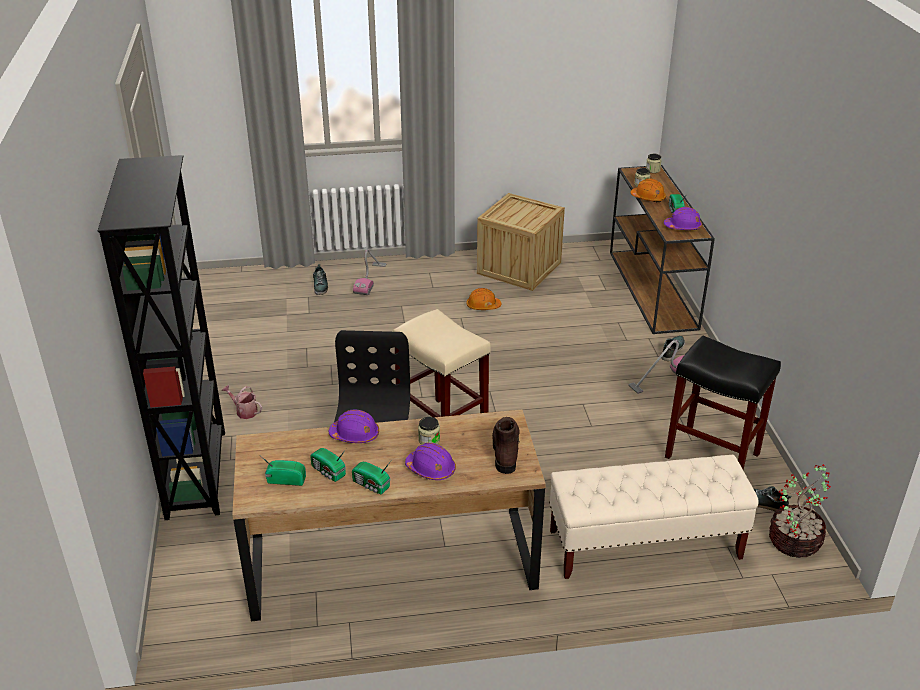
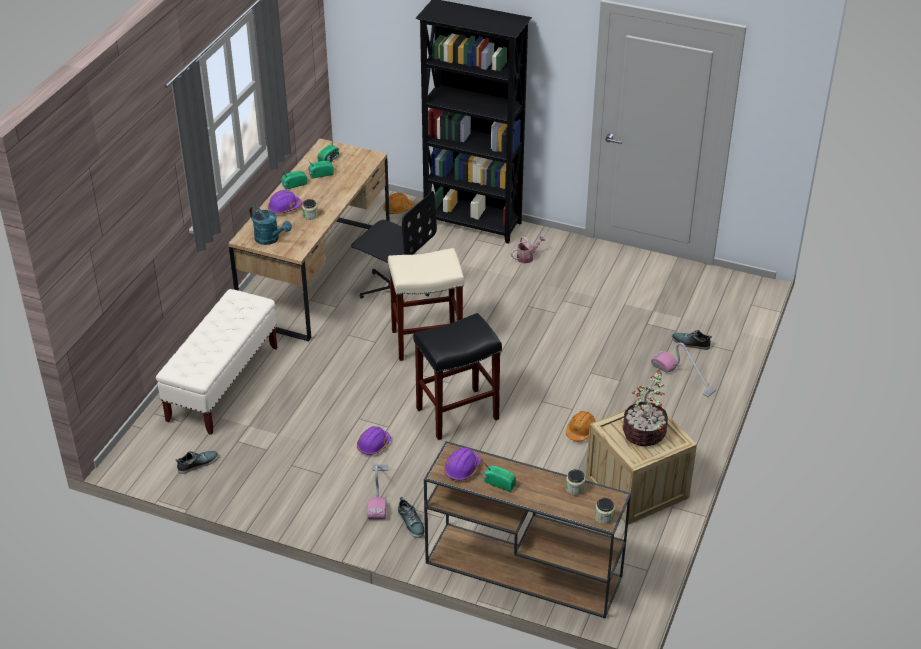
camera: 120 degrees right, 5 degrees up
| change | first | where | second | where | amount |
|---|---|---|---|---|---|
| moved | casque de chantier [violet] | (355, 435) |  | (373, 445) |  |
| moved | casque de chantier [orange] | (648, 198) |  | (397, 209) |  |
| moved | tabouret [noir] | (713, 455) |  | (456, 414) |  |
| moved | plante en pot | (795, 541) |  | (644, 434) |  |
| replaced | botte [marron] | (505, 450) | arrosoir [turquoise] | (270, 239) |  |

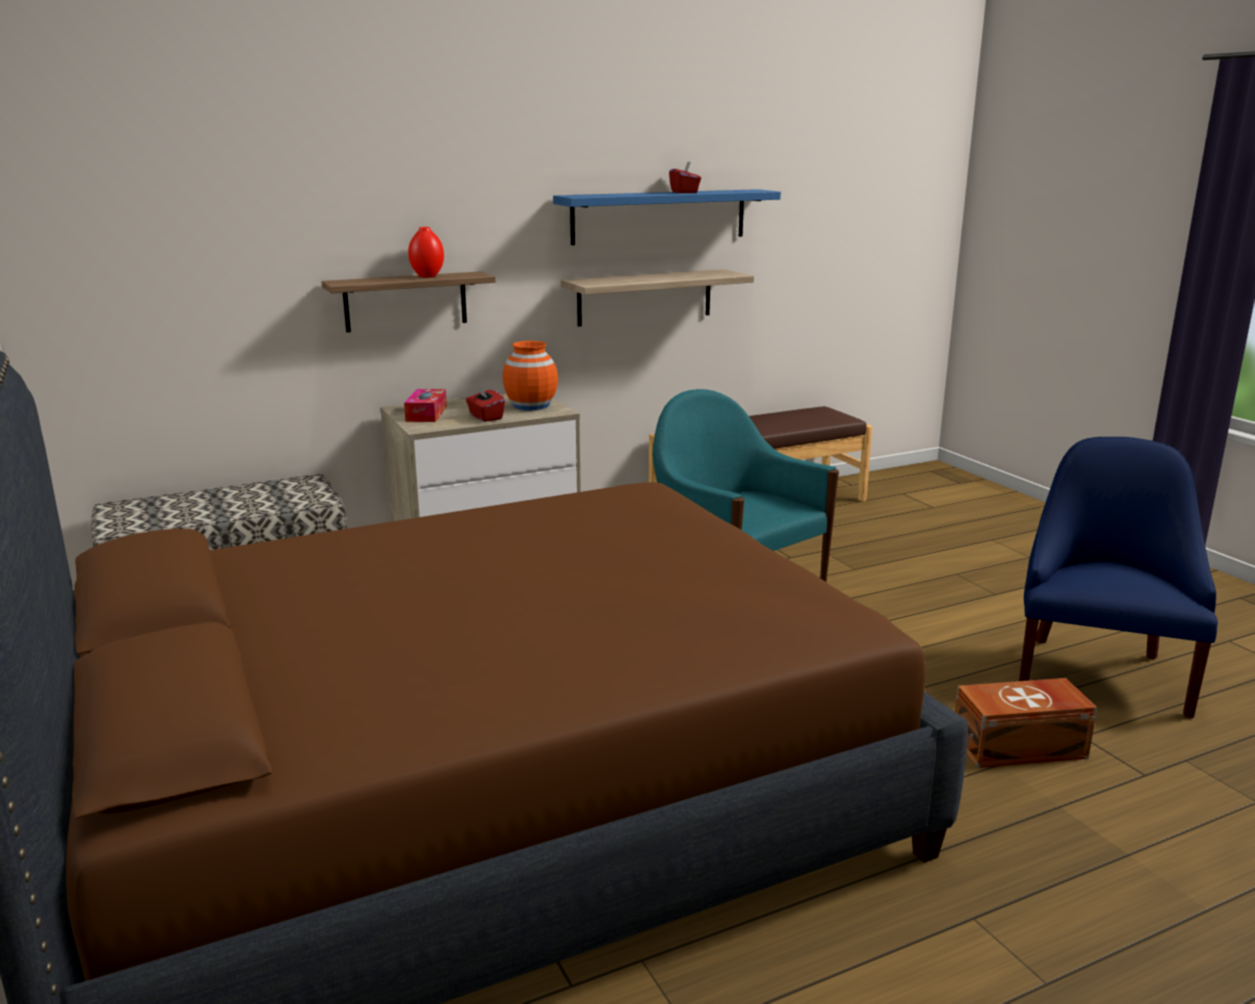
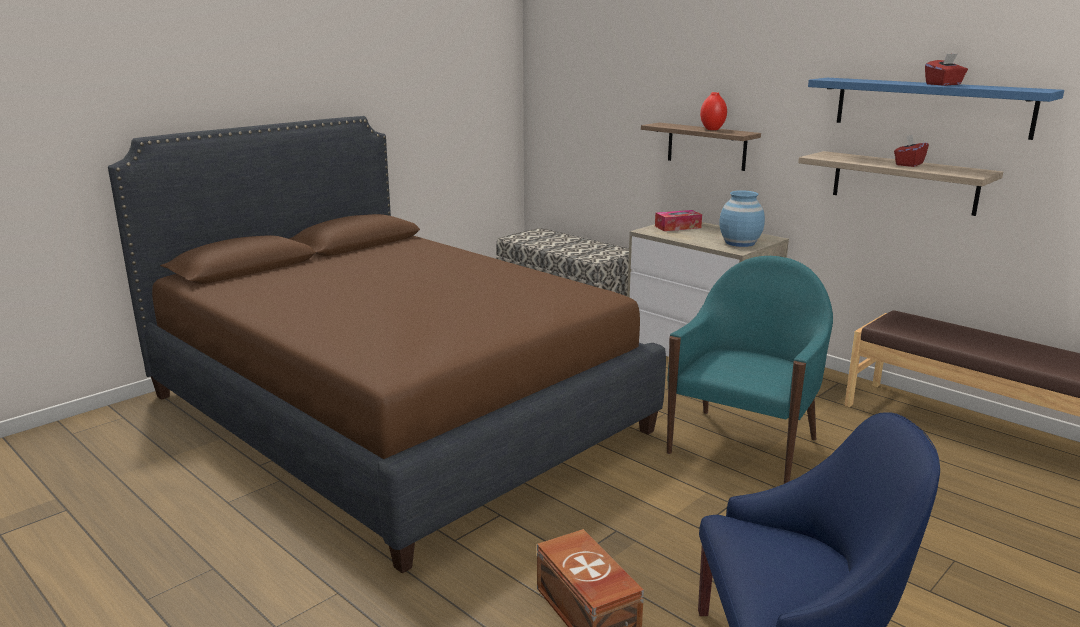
camera: 70 degrees right, 0 degrees up
| change | first | where | second | where | amount |
|---|---|---|---|---|---|
| moved | boîte à mouchoirs [rouge] | (485, 417) |  | (908, 164) |  |
| recoloured | vase [orange] | (531, 405) | vase [bleu] | (740, 243) |  |

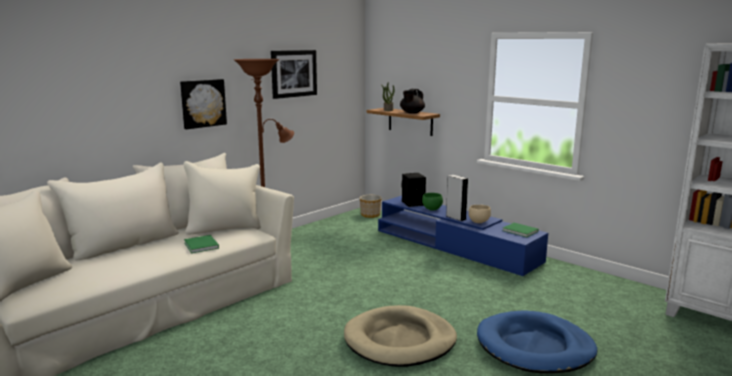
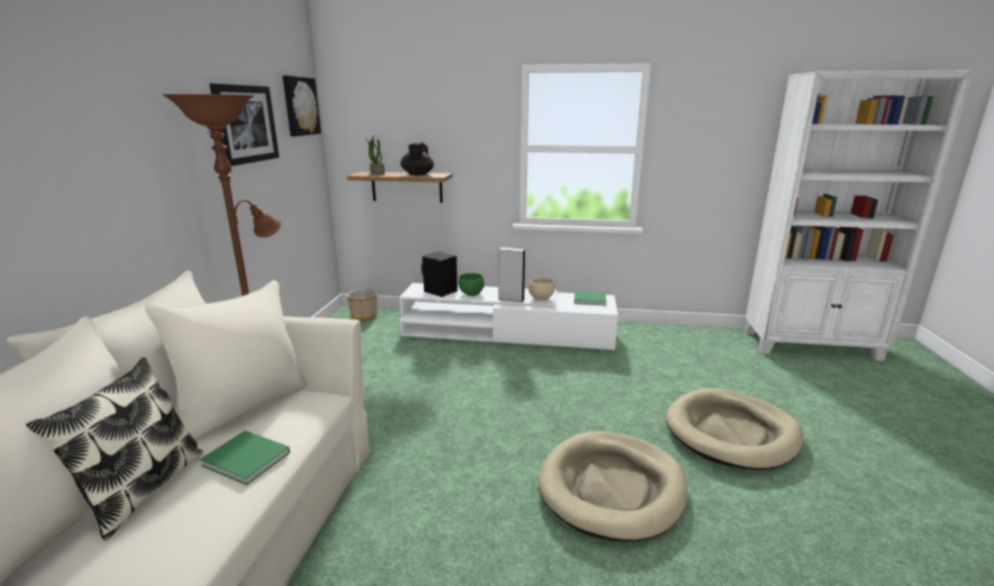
camera: 35 degrees left, 5 degrees up
| change | first | where | second | where | amount |
|---|---|---|---|---|---|
| added |  |  | coussin | (141, 490) |  |
| moved | tableau | (203, 103) |  | (300, 106) |  |
| recoloured | meuble télé [bleu] | (454, 246) | meuble télé [blanc] | (507, 333) |  |
| recoloured | panier pour chien [bleu] | (535, 347) | panier pour chien [beige] | (731, 433) |  |

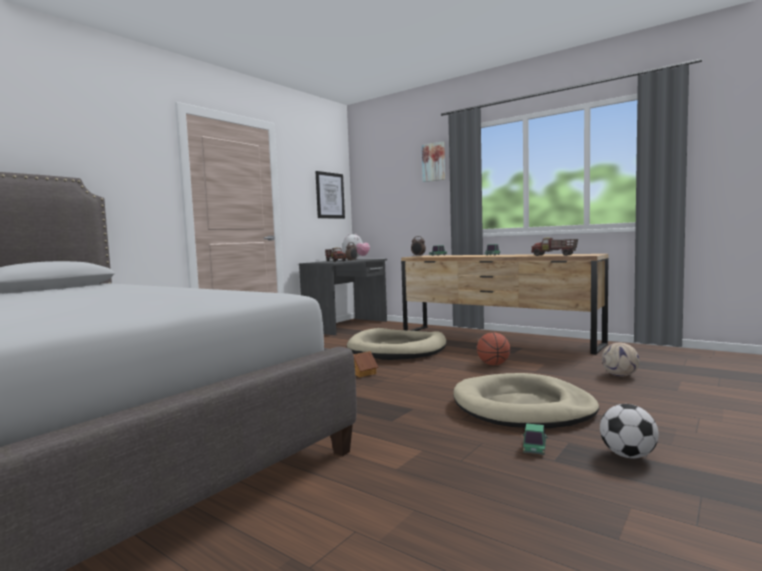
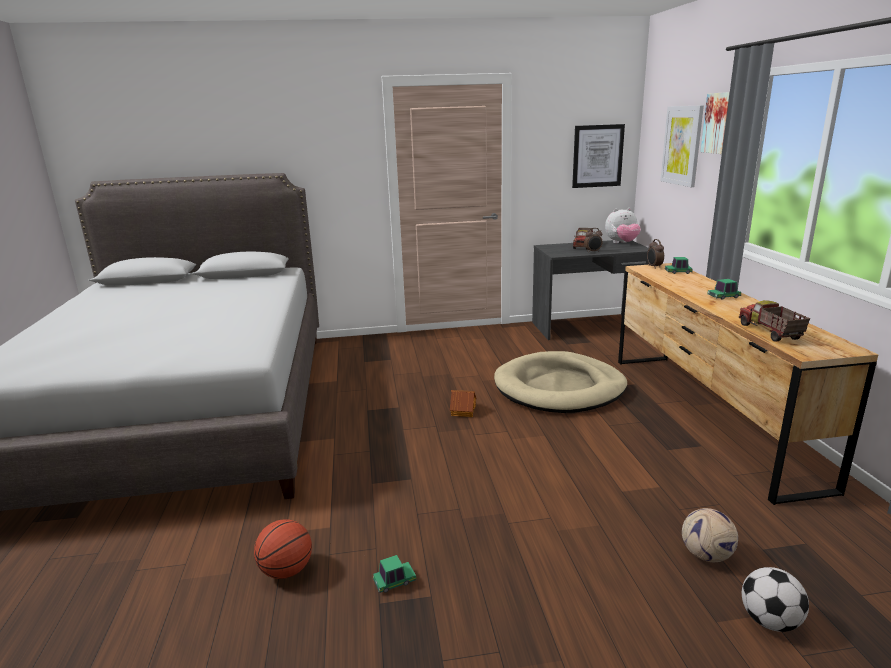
camera: 45 degrees right, 15 degrees up
| change | first | where | second | where | amount |
|---|---|---|---|---|---|
| removed | panier pour chien [beige] | (523, 407) |  |  |  |
| added |  |  | tableau | (682, 145) |  |
| moved | ballon de basket | (493, 364) |  | (286, 571) |  |
| moved | ballon de foot | (628, 455) |  | (769, 621) |  |

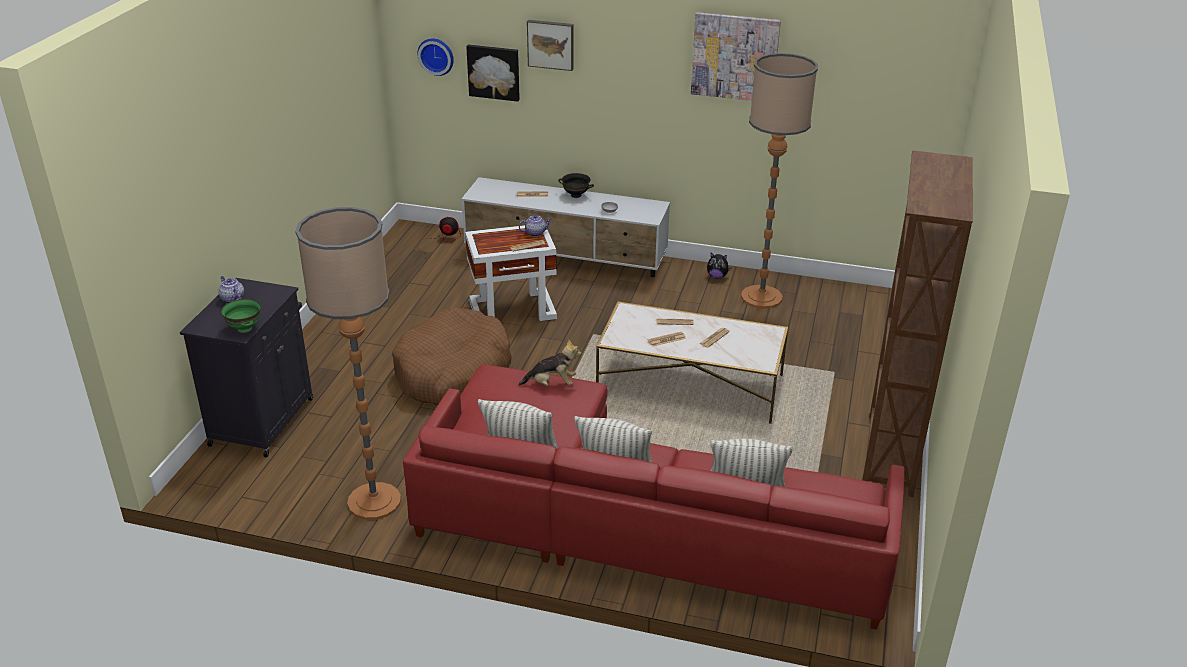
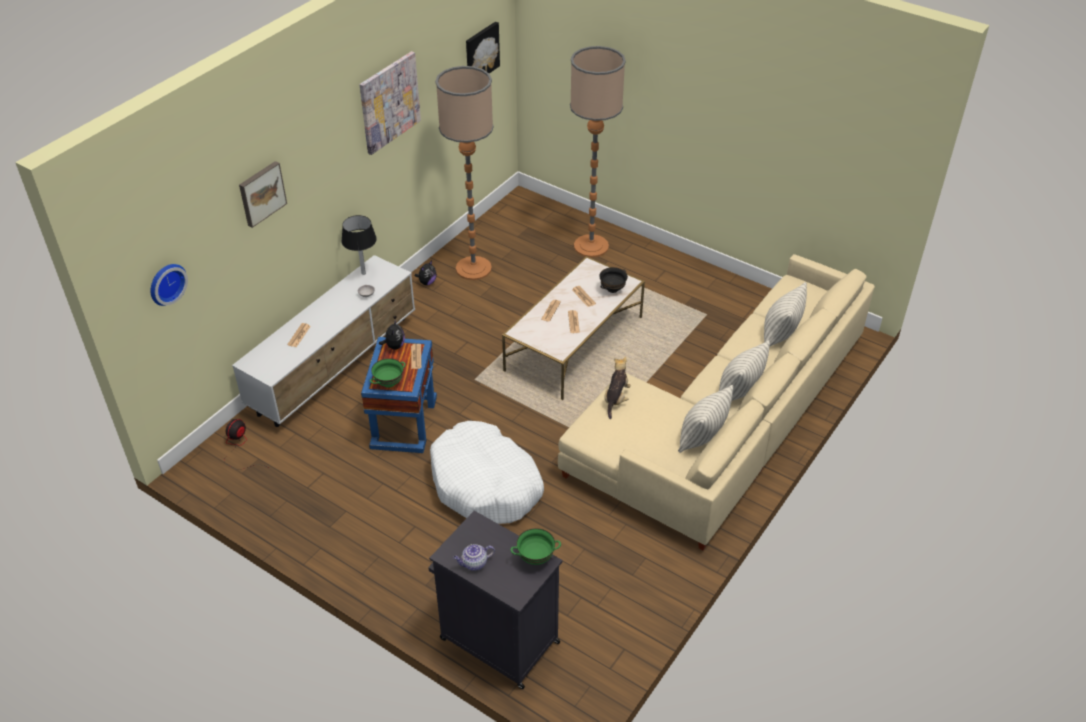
camera: 70 degrees left, 10 degrees up
| change | first | where | second | where | amount |
|---|---|---|---|---|---|
| removed | bibliothèque [marron] | (888, 455) |  |  |  |
| added |  |  | lampe de table [noir] | (363, 273) |  |
| added |  |  | bol [vert] | (389, 383) |  |
| moved | lampadaire | (374, 501) |  | (591, 246) |  |
| moved | tableau | (494, 72) |  | (481, 52) |  |
| moved | bol [noir] | (576, 195) |  | (612, 289) |  |
| replaced | théière | (535, 233) | peluche | (394, 346) |  |
| recoloured | panier pour chien [marron] | (453, 372) | panier pour chien [blanc] | (485, 484) |  |
| recoloured | canapé [rouge] | (627, 522) | canapé [beige] | (725, 424) |  |
| recoloured | table d'appoint [blanc] | (513, 309) | table d'appoint [bleu] | (404, 421) |  |

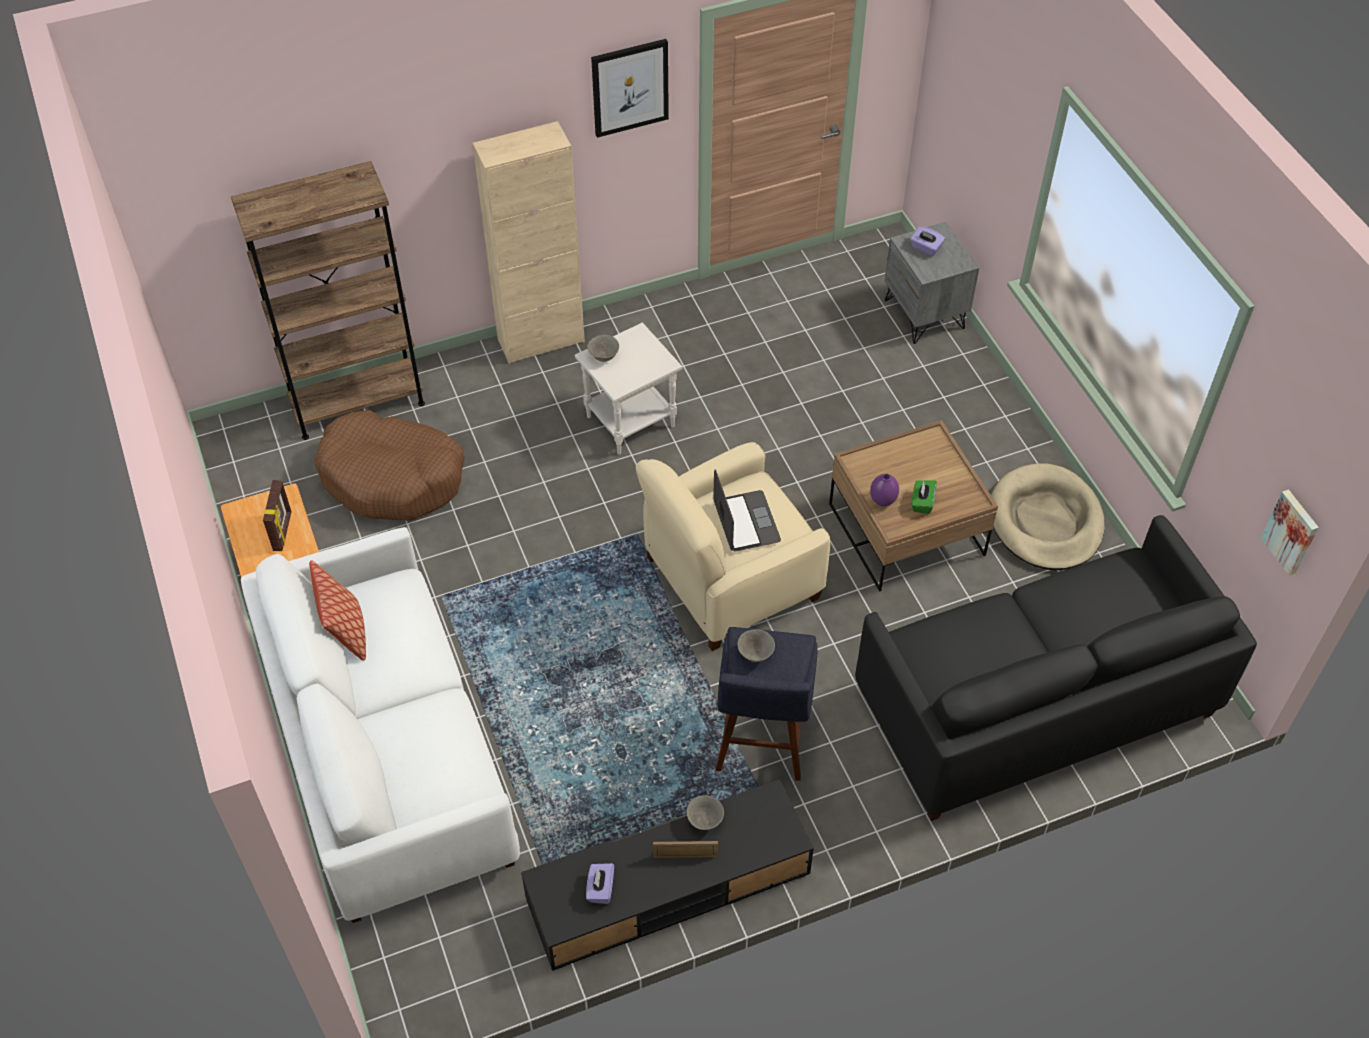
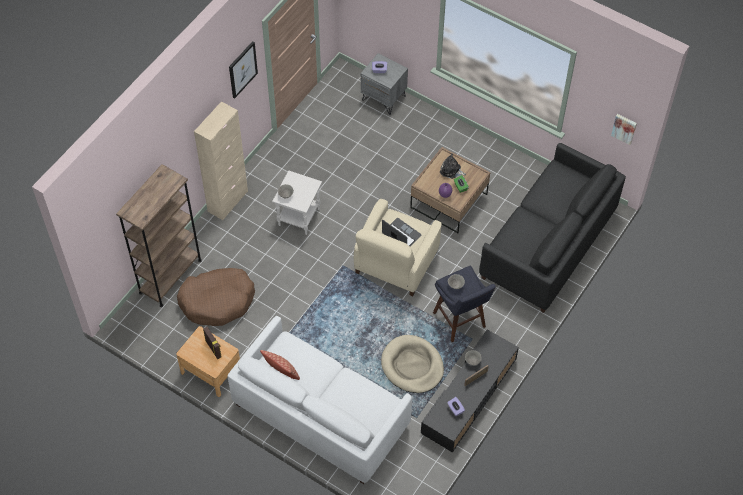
camera: 35 degrees left, 5 degrees up
| change | first | where | second | where | amount |
|---|---|---|---|---|---|
| added |  |  | peluche | (451, 170) |  |
| moved | panier pour chien [beige] | (1045, 521) |  | (412, 366) |  |

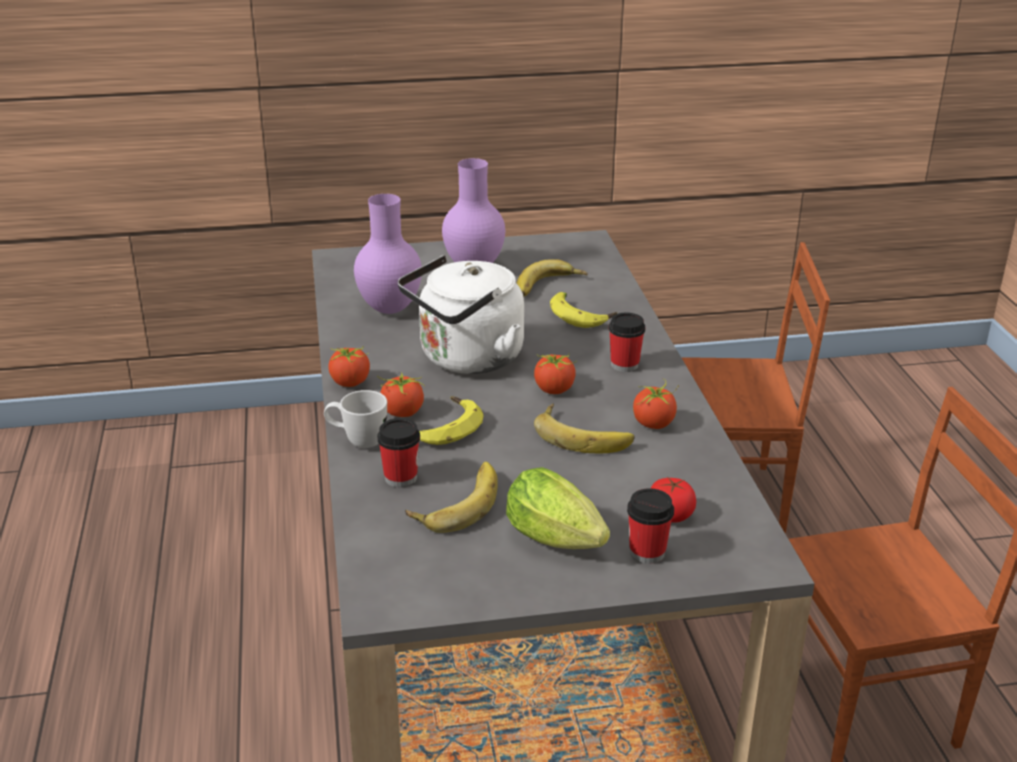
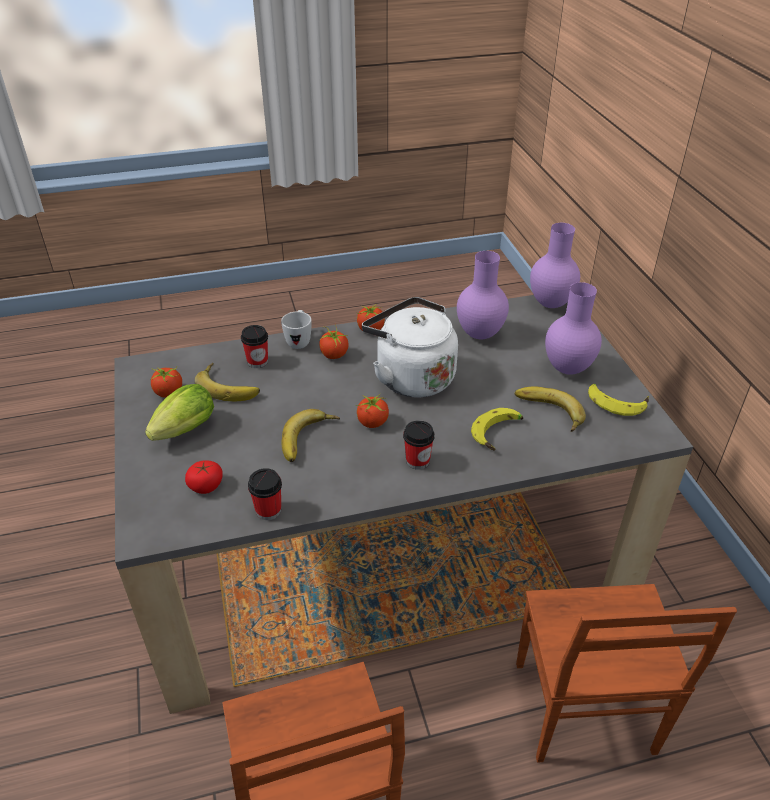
camera: 85 degrees right, 10 degrees up
| change | first | where | second | where | amount |
|---|---|---|---|---|---|
| added |  |  | vase [violet] | (549, 304) |  |
| moved | banane | (445, 429) |  | (616, 402) |  |
| moved | tasse | (647, 552) |  | (268, 510) |  |
| moved | tomate | (653, 423) |  | (169, 392) |  |

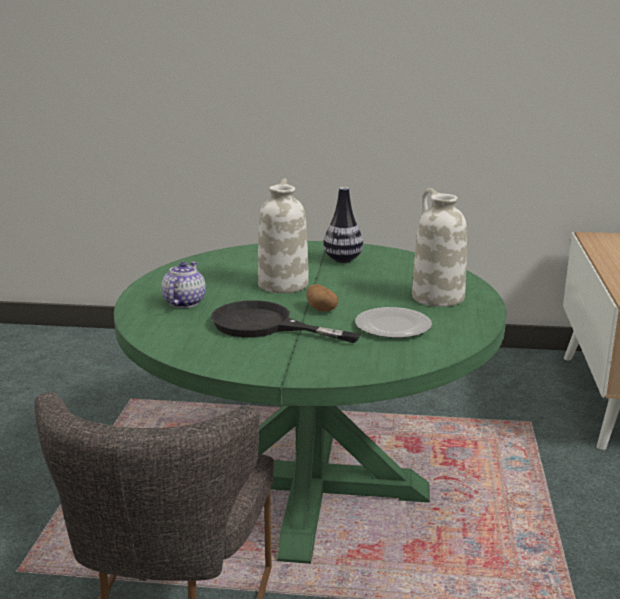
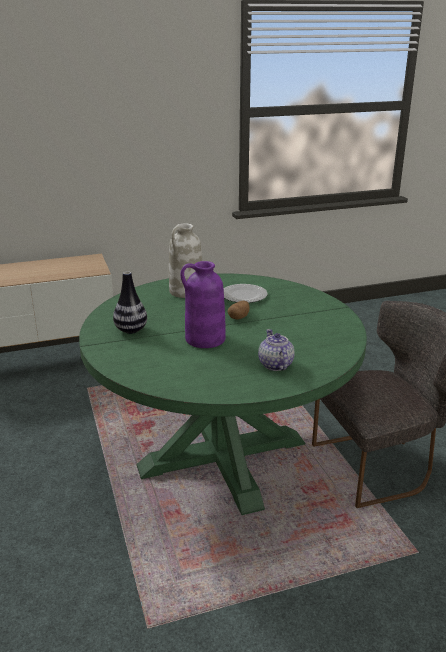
camera: 115 degrees left, 5 degrees up
| change | first | where | second | where | amount |
|---|---|---|---|---|---|
| removed | poêle [noir] | (265, 326) |  |  |  |
| recoloured | vase [blanc] | (282, 284) | vase [violet] | (204, 339) |  |
| turned | théière | (184, 302) |  | (275, 364) | 90 degrees clockwise |

